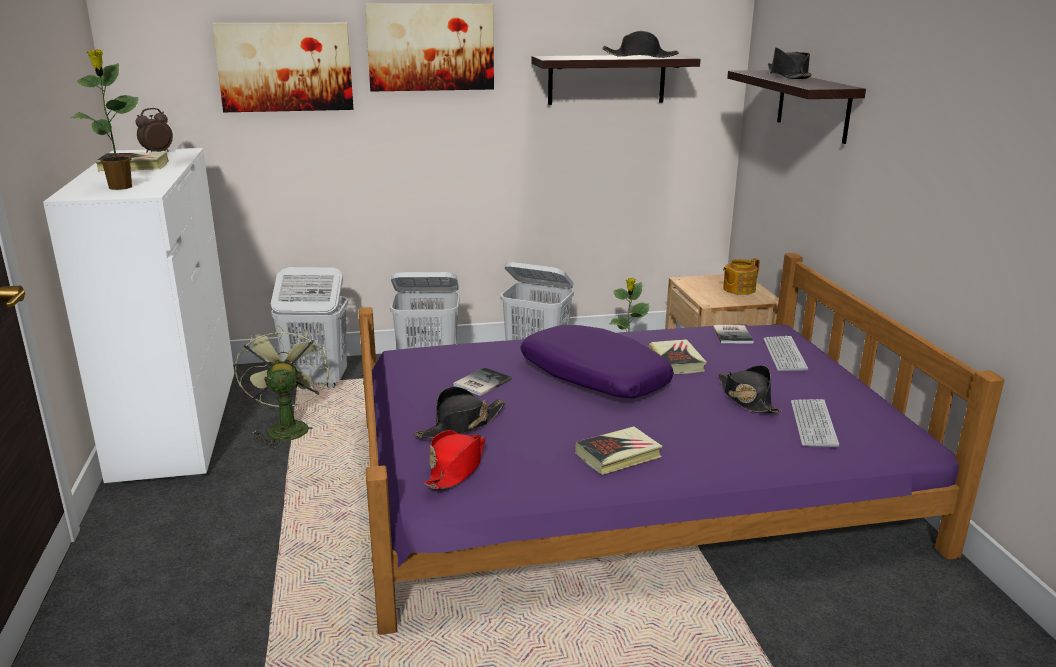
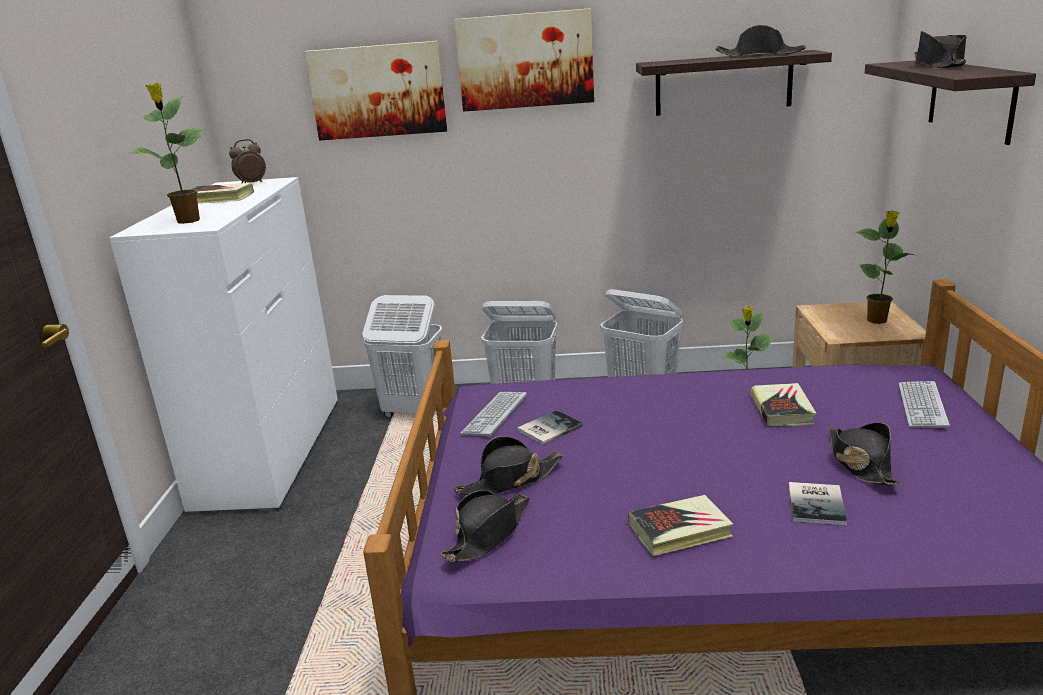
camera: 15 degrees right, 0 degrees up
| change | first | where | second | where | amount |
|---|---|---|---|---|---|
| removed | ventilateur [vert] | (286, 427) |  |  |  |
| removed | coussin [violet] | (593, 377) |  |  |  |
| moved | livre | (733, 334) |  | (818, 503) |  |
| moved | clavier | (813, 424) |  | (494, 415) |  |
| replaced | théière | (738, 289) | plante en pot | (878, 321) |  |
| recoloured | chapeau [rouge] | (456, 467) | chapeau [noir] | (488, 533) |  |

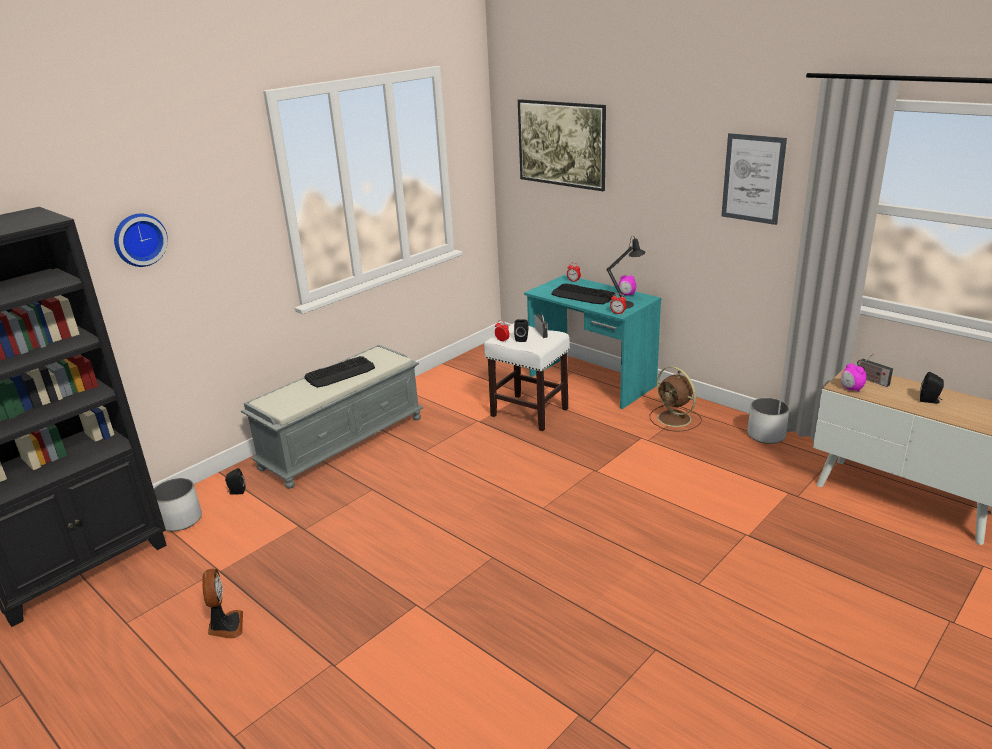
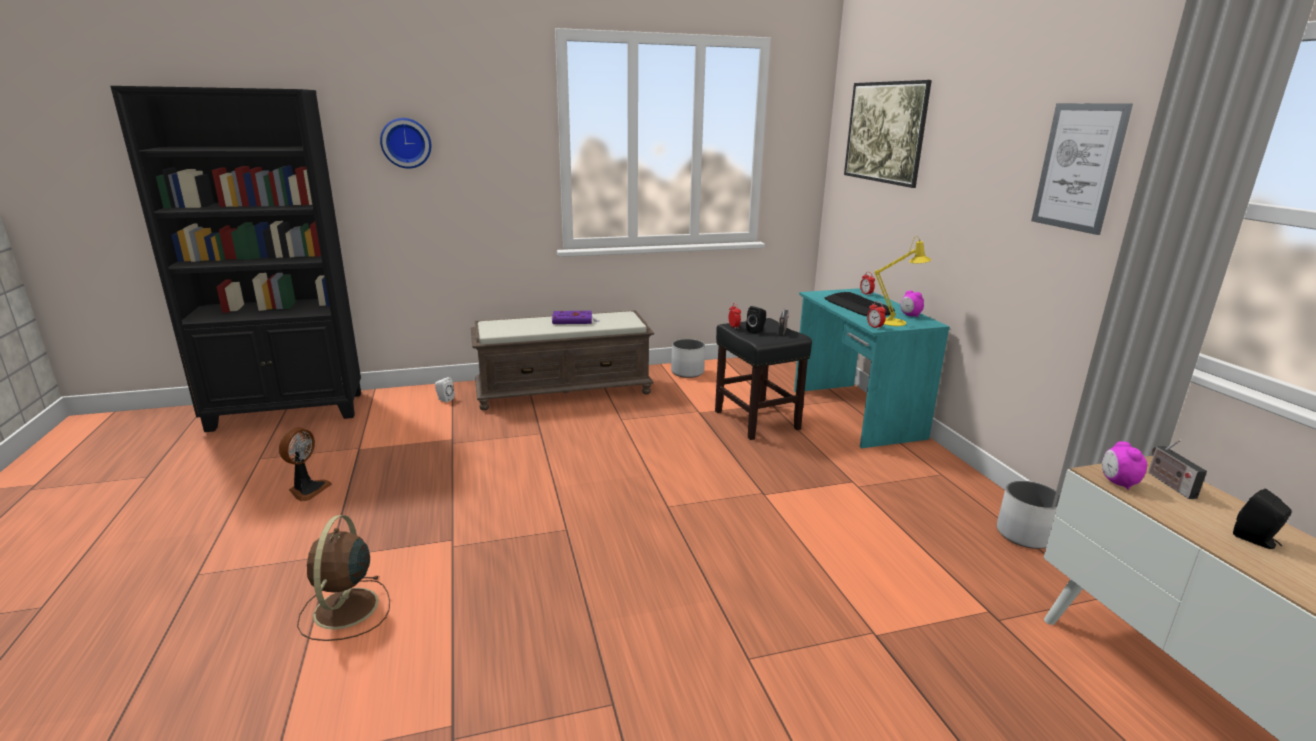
camera: 30 degrees right, 5 degrees down
| change | first | where | second | where | amount |
|---|---|---|---|---|---|
| moved | cache-pot [blanc] | (181, 520) |  | (687, 372) |  |
| moved | ventilateur [marron] | (675, 419) |  | (345, 610) |  |
| replaced | clavier | (340, 373) | livre [violet] | (573, 320) |  |
| recoloured | enceinte [noir] | (236, 492) | enceinte [blanc] | (444, 399) |  |
| recoloured | banc [gris] | (343, 442) | banc [marron] | (565, 391) |  |
| recoloured | tabouret [blanc] | (528, 412) | tabouret [noir] | (755, 420) |  |
| recoloured | lampe de table [noir] | (626, 304) | lampe de table [jaune] | (896, 322) |  |

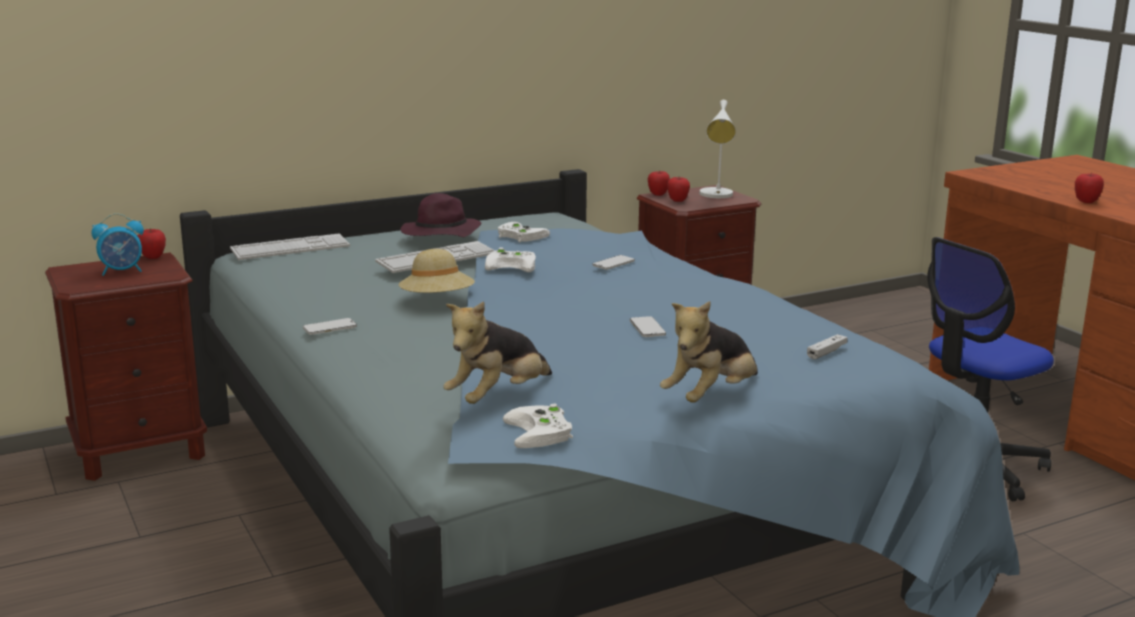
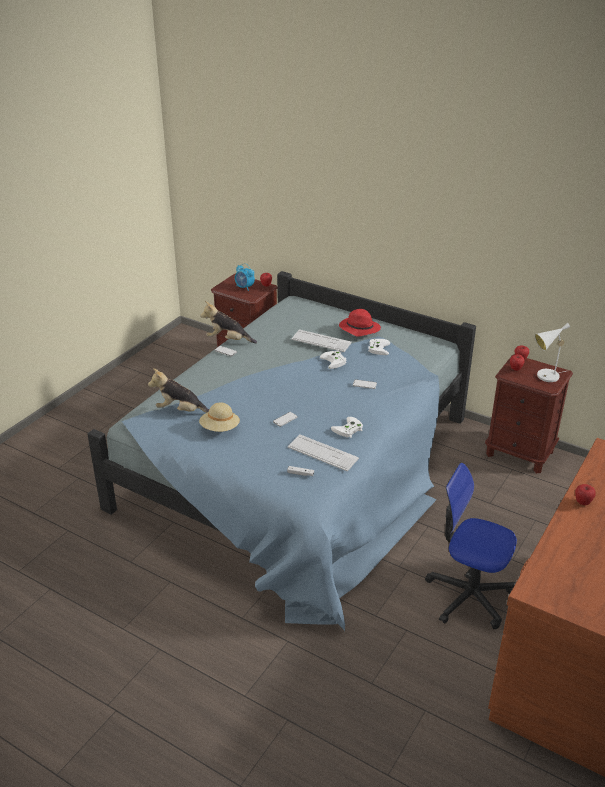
camera: 60 degrees right, 15 degrees up
| change | first | where | second | where | amount |
|---|---|---|---|---|---|
| moved | clavier | (290, 248) |  | (323, 453) |  |
| moved | chapeau [beige] | (437, 301) |  | (220, 428) |  |
| moved | manette [blanc] | (541, 432) |  | (348, 430) |  |
| moved | peluche | (711, 397) |  | (228, 340) |  |
| recoloured | chapeau [violet] | (440, 233) | chapeau [rouge] | (358, 328) |  |

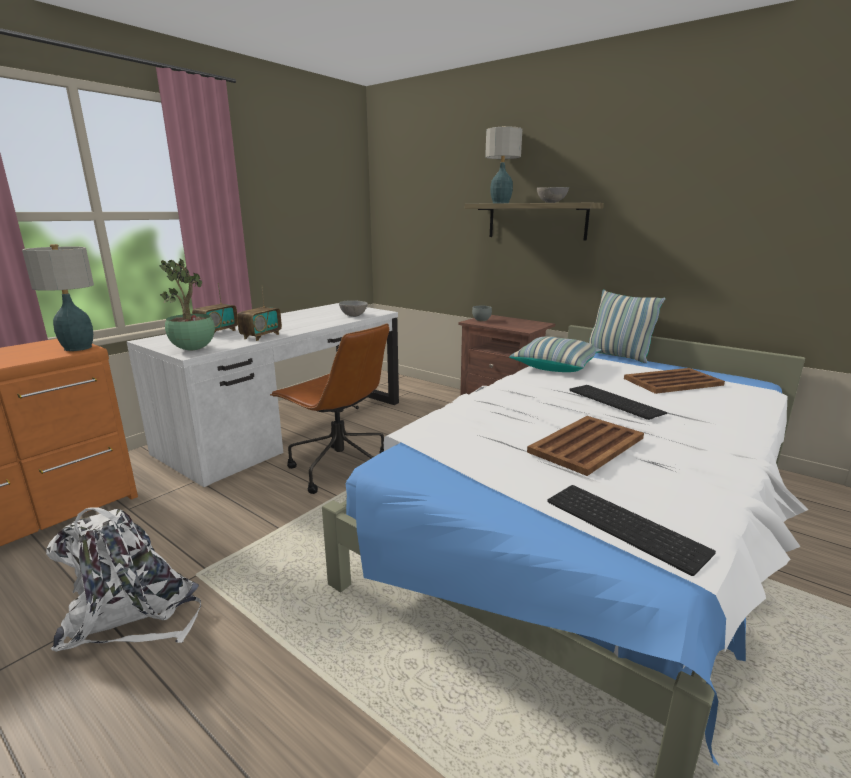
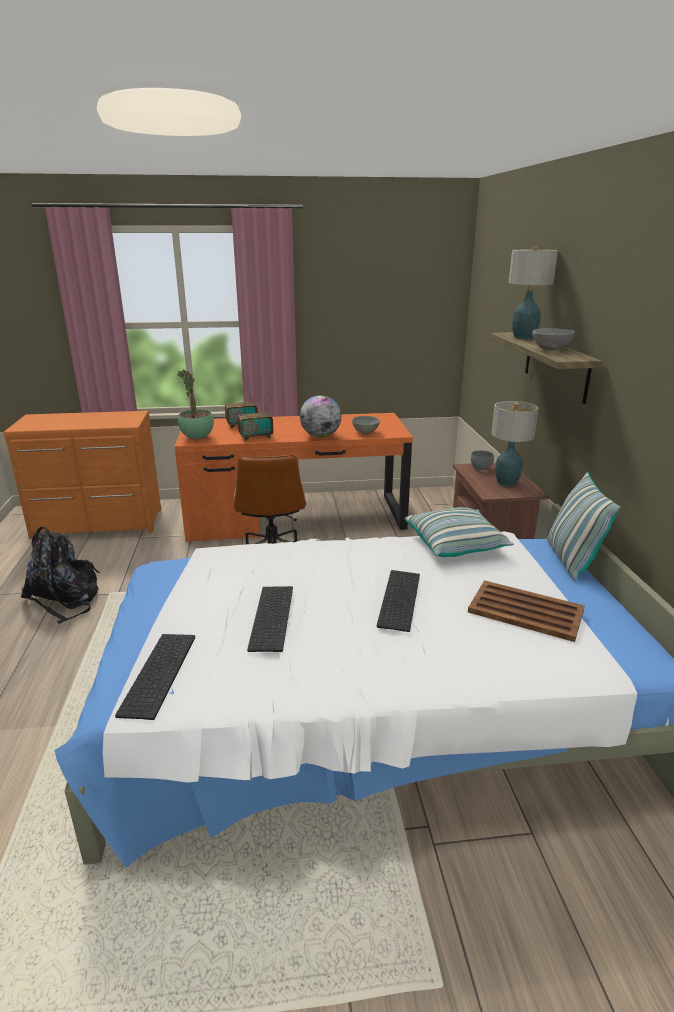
camera: 45 degrees right, 5 degrees up
| change | first | where | second | where | amount |
|---|---|---|---|---|---|
| added |  |  | globe | (320, 436) |  |
| moved | lampe de table | (79, 348) |  | (507, 482) |  |
| replaced | plateau [marron] | (587, 445) | clavier | (274, 618) |  |
| recoloured | sac à dos [blanc] | (133, 614) | sac à dos [noir] | (65, 598) |  |
| recoloured | bureau [blanc] | (289, 427) | bureau [orange] | (296, 518) |  |

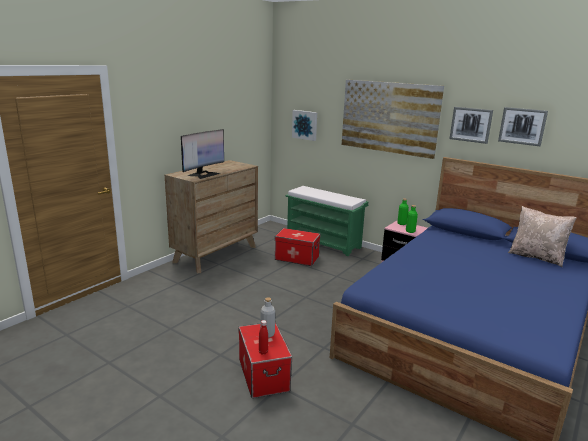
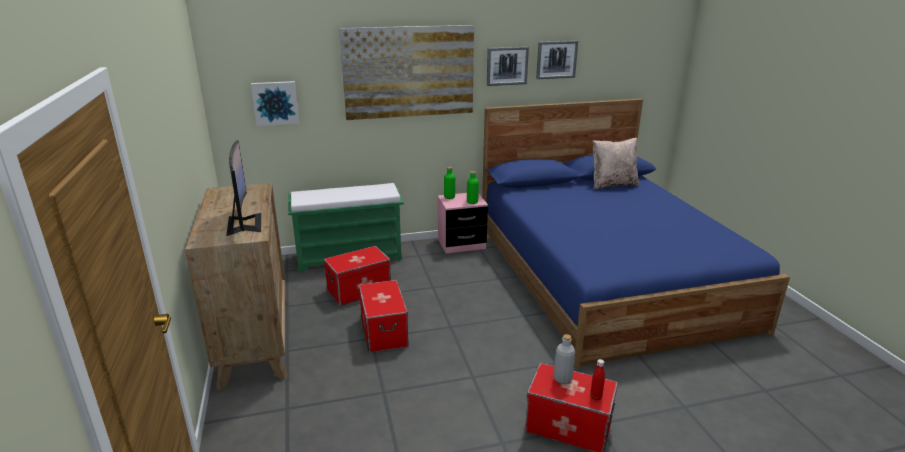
camera: 50 degrees left, 5 degrees up
| change | first | where | second | where | amount |
|---|---|---|---|---|---|
| added |  |  | boîte de rangement | (384, 332) |  |

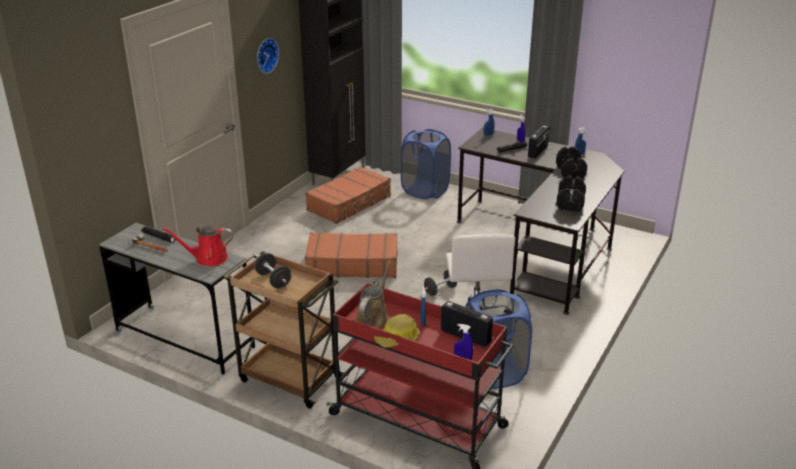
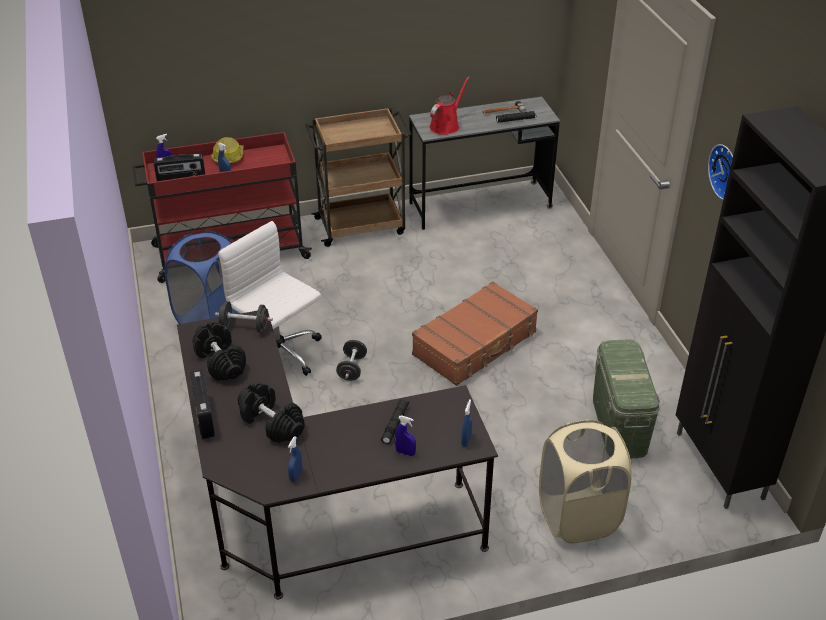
camera: 135 degrees right, 10 degrees up
| change | first | where | second | where | amount |
|---|---|---|---|---|---|
| removed | arrosoir [marron] | (373, 318) |  |  |  |
| moved | haltère [noir] | (273, 280) |  | (245, 327) |  |
| moved | radio | (538, 151) |  | (204, 417) |  |
| replaced | valise [marron] | (350, 203) | boîte de rangement [vert] | (619, 424) |  |
| recoloured | panier à linge [bleu] | (425, 191) | panier à linge [beige] | (578, 517) |  |

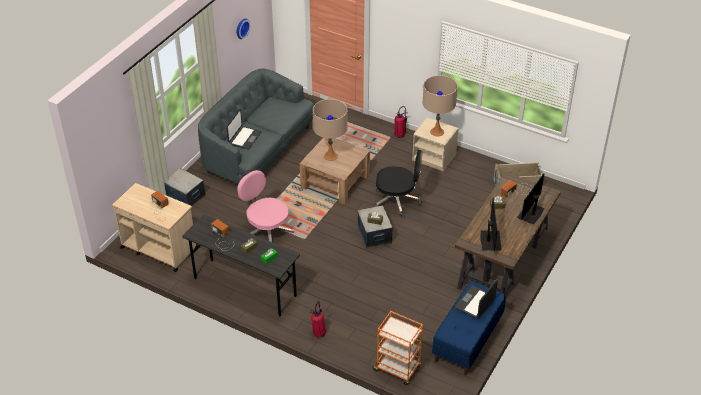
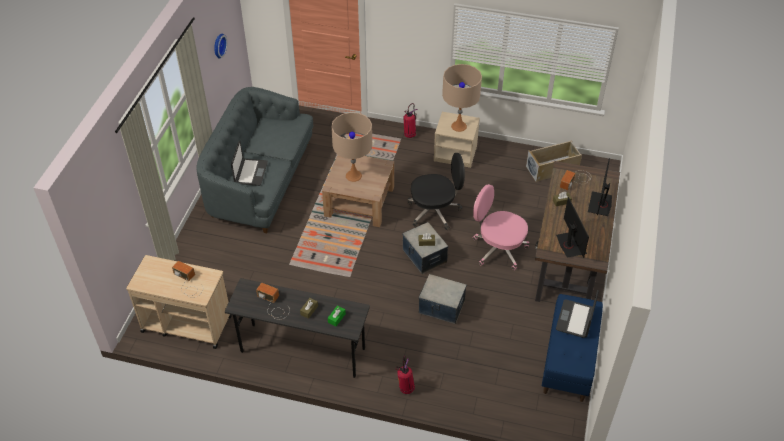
camera: 15 degrees left, 5 degrees up
| change | first | where | second | where | amount |
|---|---|---|---|---|---|
| removed | chariot [orange] | (397, 369) |  |  |  |
| moved | boîte de rangement | (185, 197) |  | (441, 307) |  |
| moved | chaise de bureau [rose] | (267, 231) |  | (498, 249) |  |

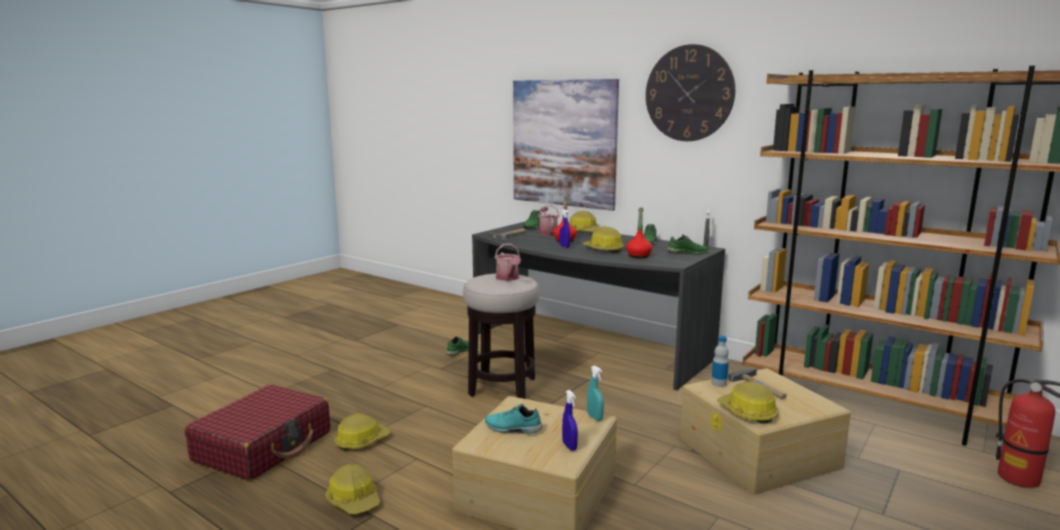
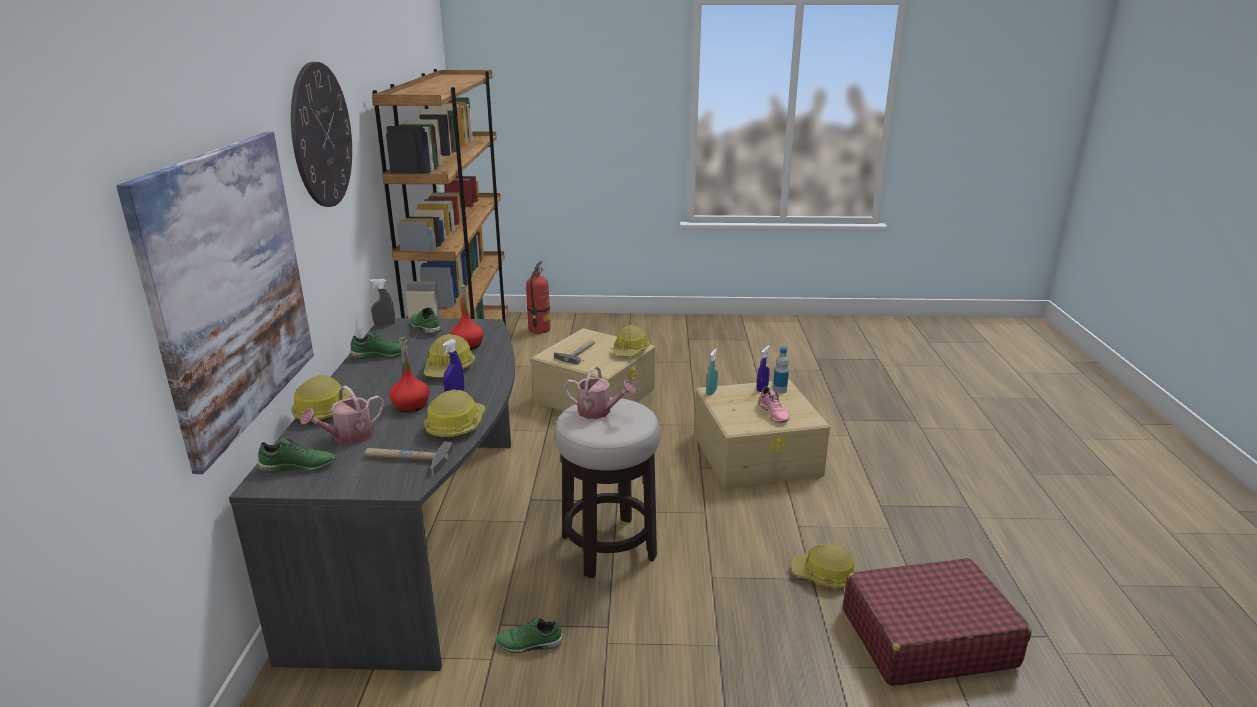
camera: 125 degrees left, 10 degrees up
| change | first | where | second | where | amount |
|---|---|---|---|---|---|
| moved | casque de chantier | (354, 500) |  | (456, 426) |  |
| moved | bouteille | (719, 383) |  | (779, 390) |  |
| recoloured | chaussure [turquoise] | (512, 429) | chaussure [rose] | (774, 413) |  |
| turned | arrosoir | (508, 278) |  | (599, 412) | 75 degrees clockwise |

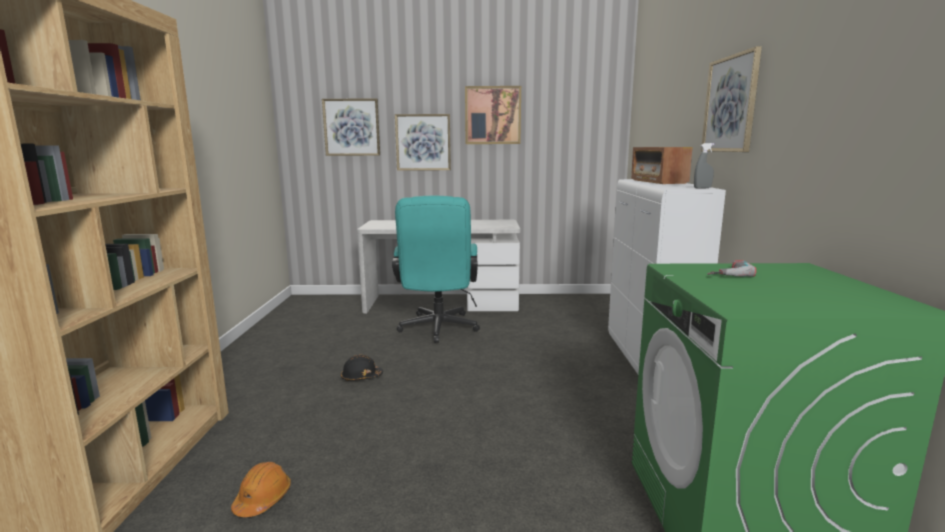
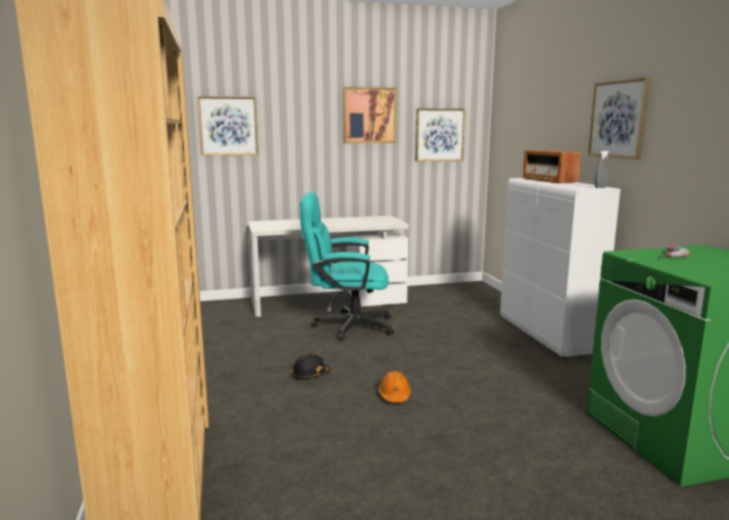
camera: 15 degrees left, 0 degrees up
| change | first | where | second | where | amount |
|---|---|---|---|---|---|
| moved | casque de chantier [orange] | (263, 499) |  | (394, 395) |  |
| moved | tableau | (423, 142) |  | (439, 135) |  |
| turned | chaise de bureau [turquoise] | (438, 330) |  | (345, 326) | 105 degrees clockwise |

